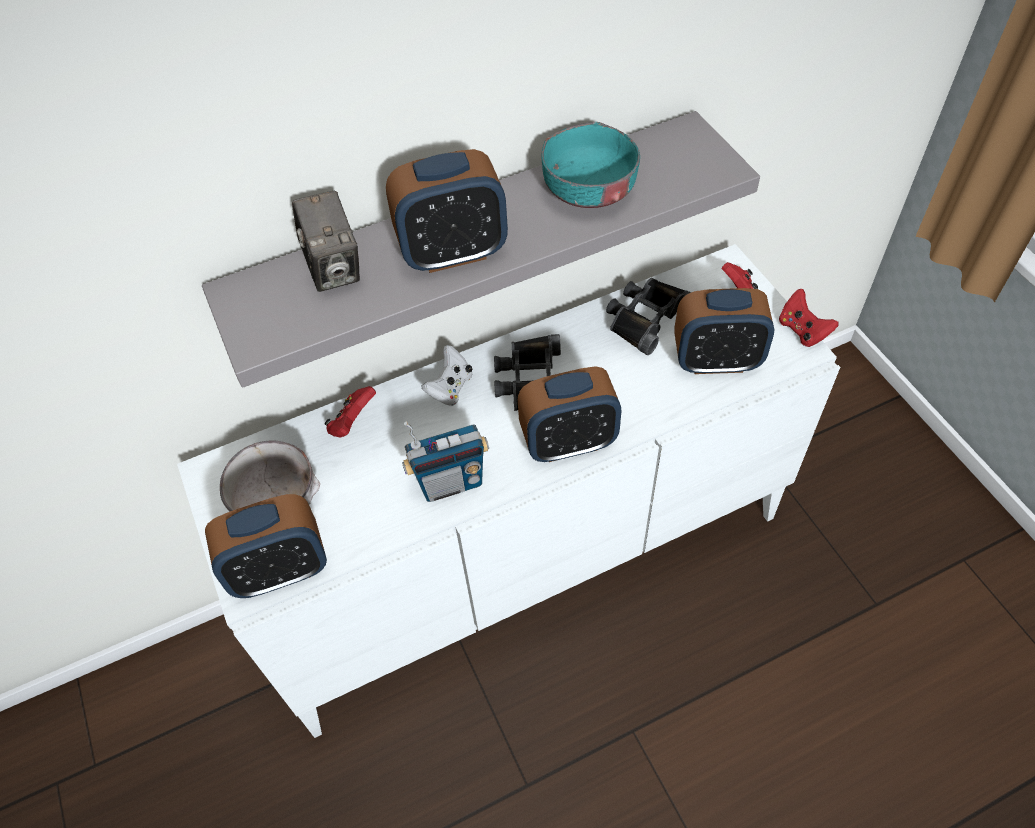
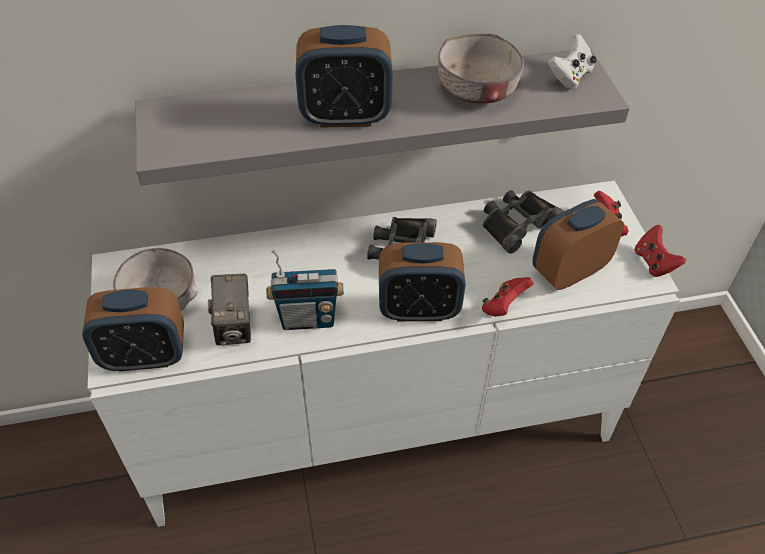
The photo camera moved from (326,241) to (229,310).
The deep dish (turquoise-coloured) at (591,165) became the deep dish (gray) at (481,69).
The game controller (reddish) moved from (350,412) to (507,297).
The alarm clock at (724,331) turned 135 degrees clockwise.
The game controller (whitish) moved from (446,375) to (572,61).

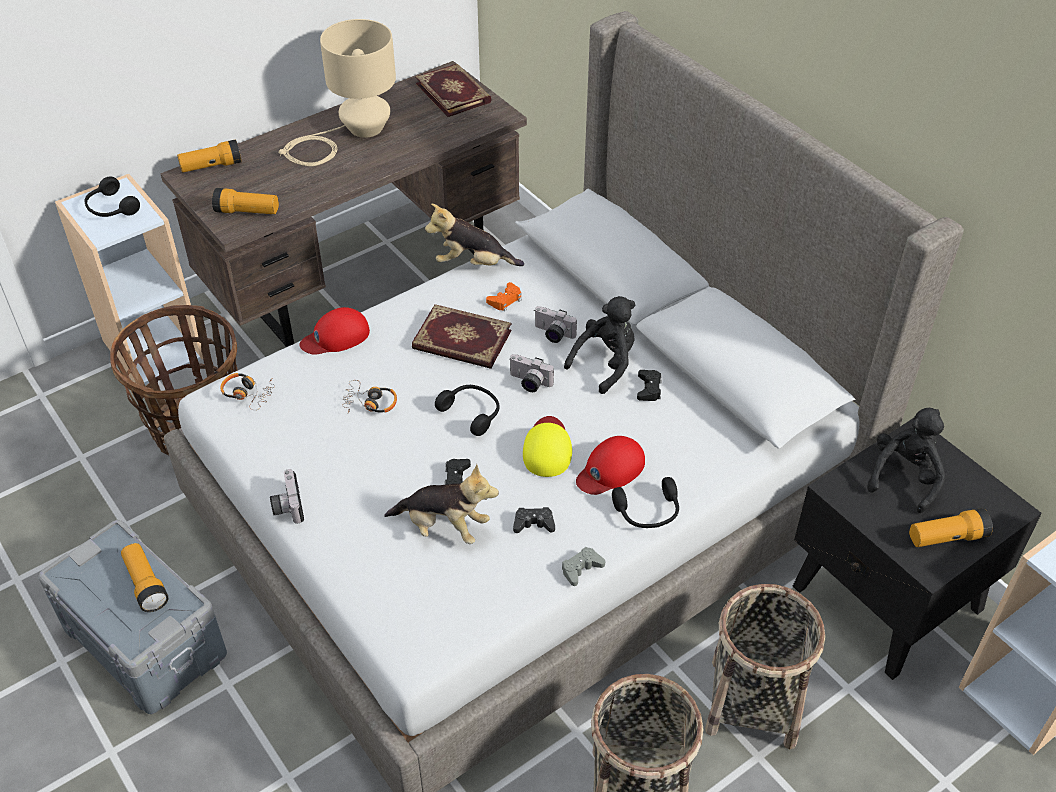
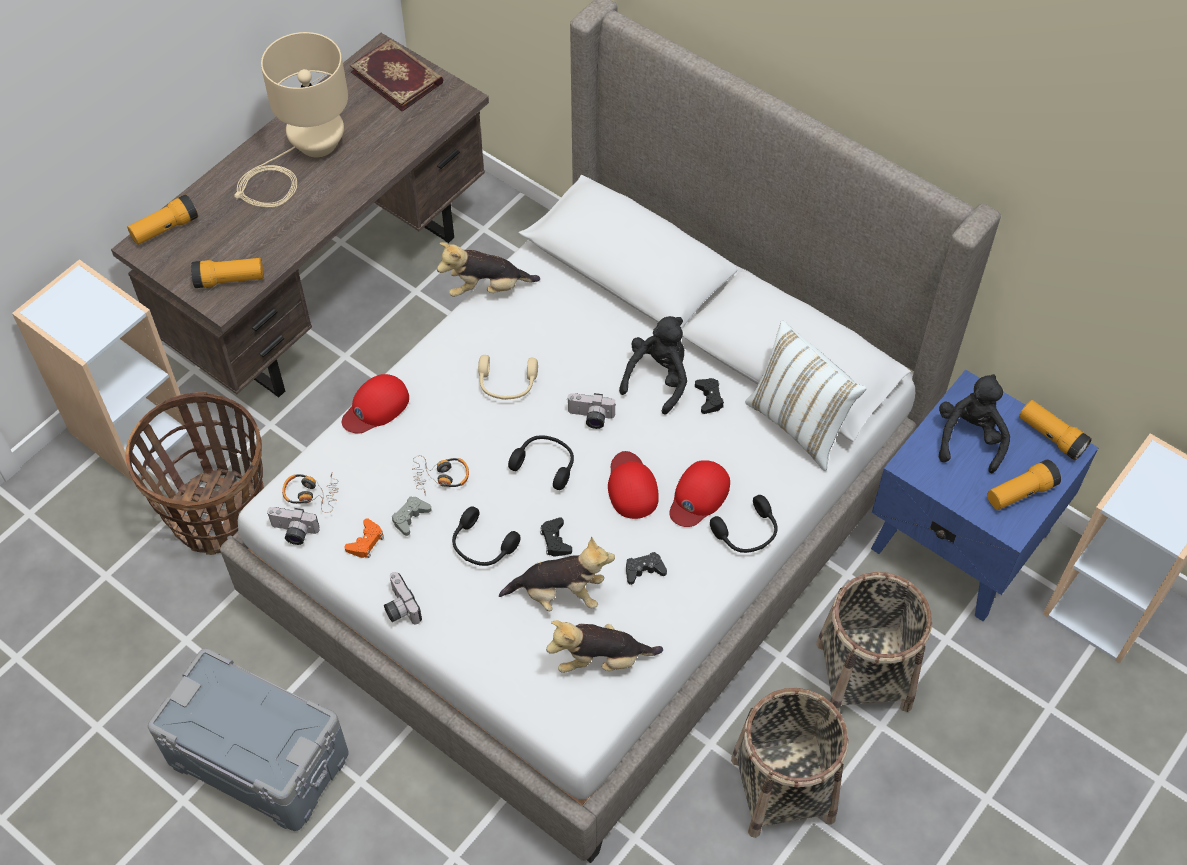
The photo camera moved from (556,324) to (293,526).
The game controller (orange-coloured) moved from (503,297) to (364,538).
The game controller (gray) moved from (583,566) to (412,516).
The headphones (black) moved from (112,196) to (486,536).
The bound book at (462,336) was replaced by the headphones (sand-coloured) at (508,377).
The plush toy at (604,646) appeared.
The peaked cap (yellow-coloured) at (547,446) became the peaked cap (reddish) at (633,485).
The throw pillow (whitish) at (806,395) appeared.
The night table (black) at (917,549) became the night table (bluish) at (984,495).
The hand torch moved from (145,577) to (1055,430).

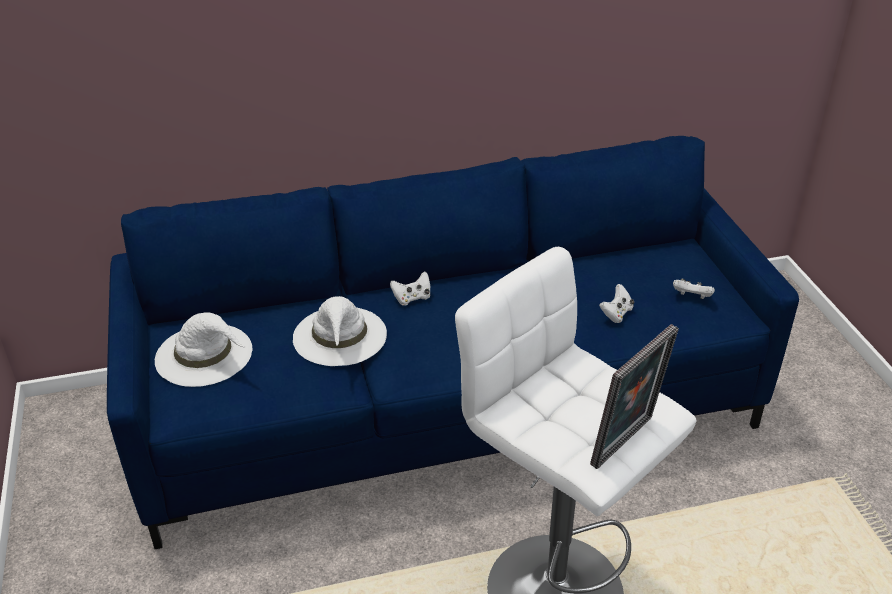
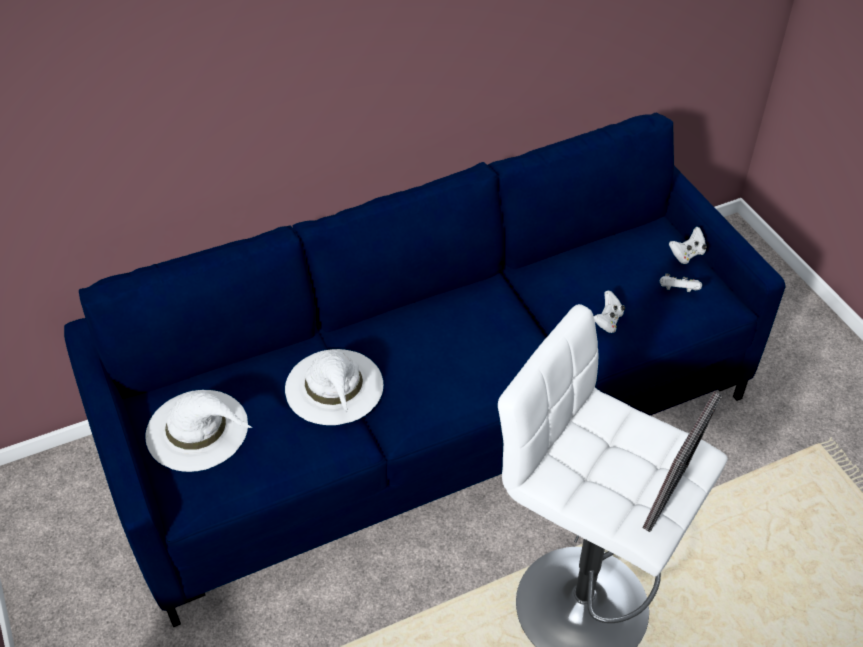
The game controller (whitish) moved from (410,288) to (688,245).

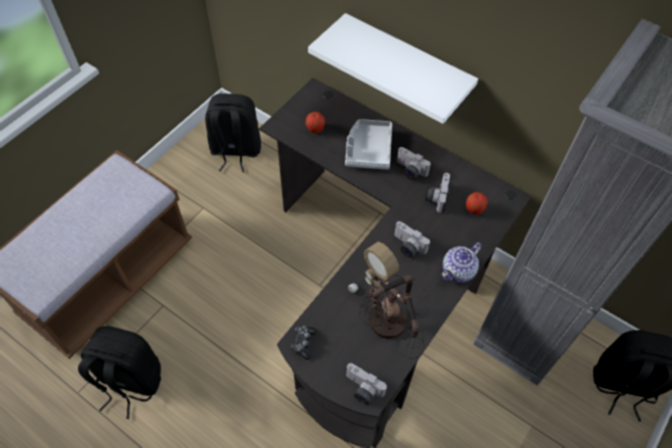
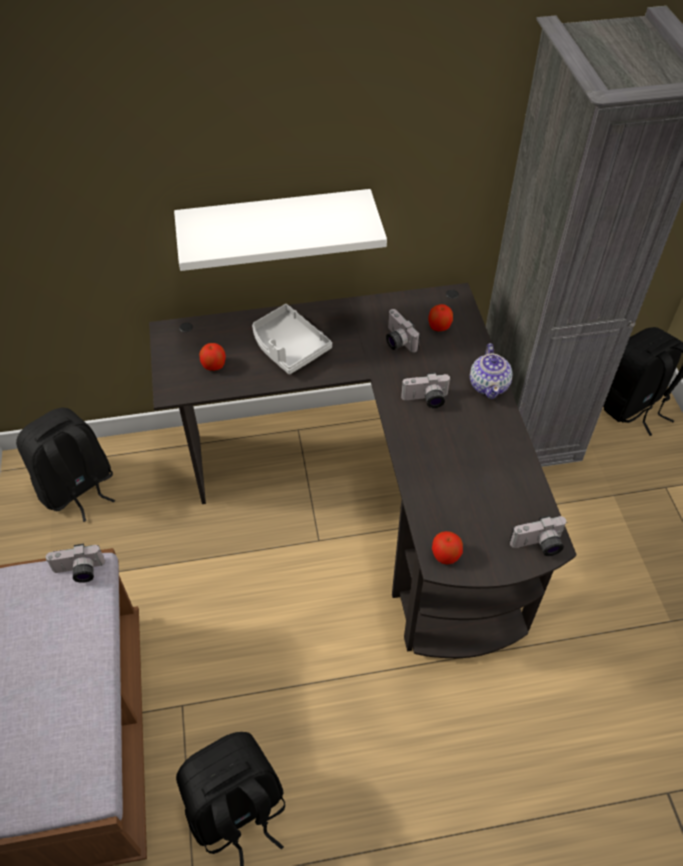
The photo camera moved from (414,163) to (75,563).
The game controller at (304,342) was replaced by the whole apple at (447,547).
The lamp for a table at (387,300) disappeared.

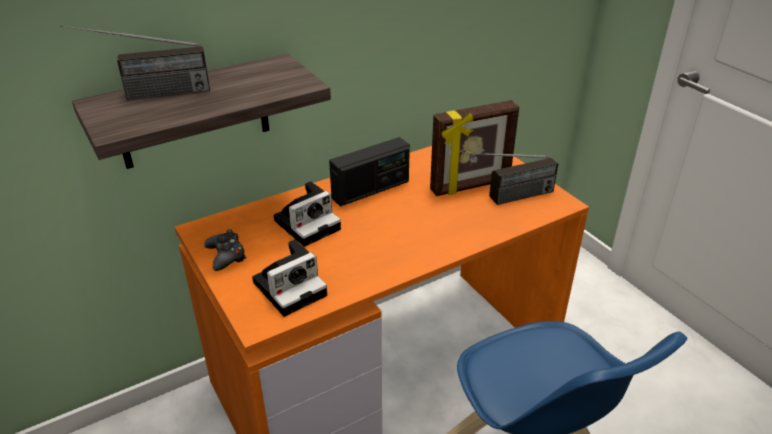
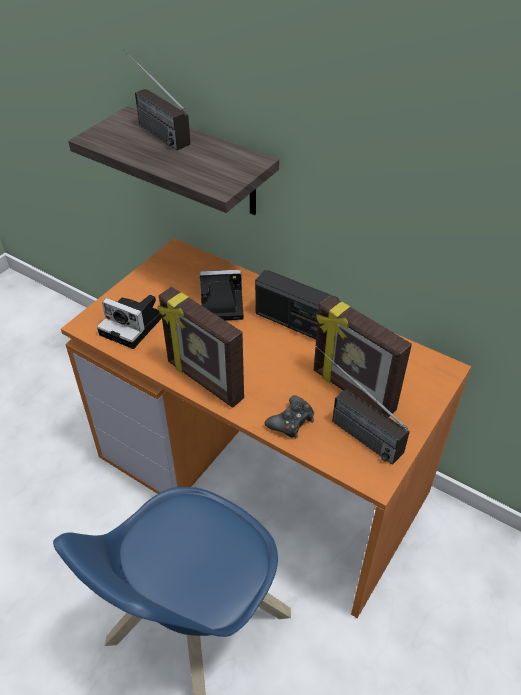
The standing frame at (201,347) appeared.
The photo camera at (307,214) turned 150 degrees clockwise.
The game controller (black) moved from (225,250) to (289,416).

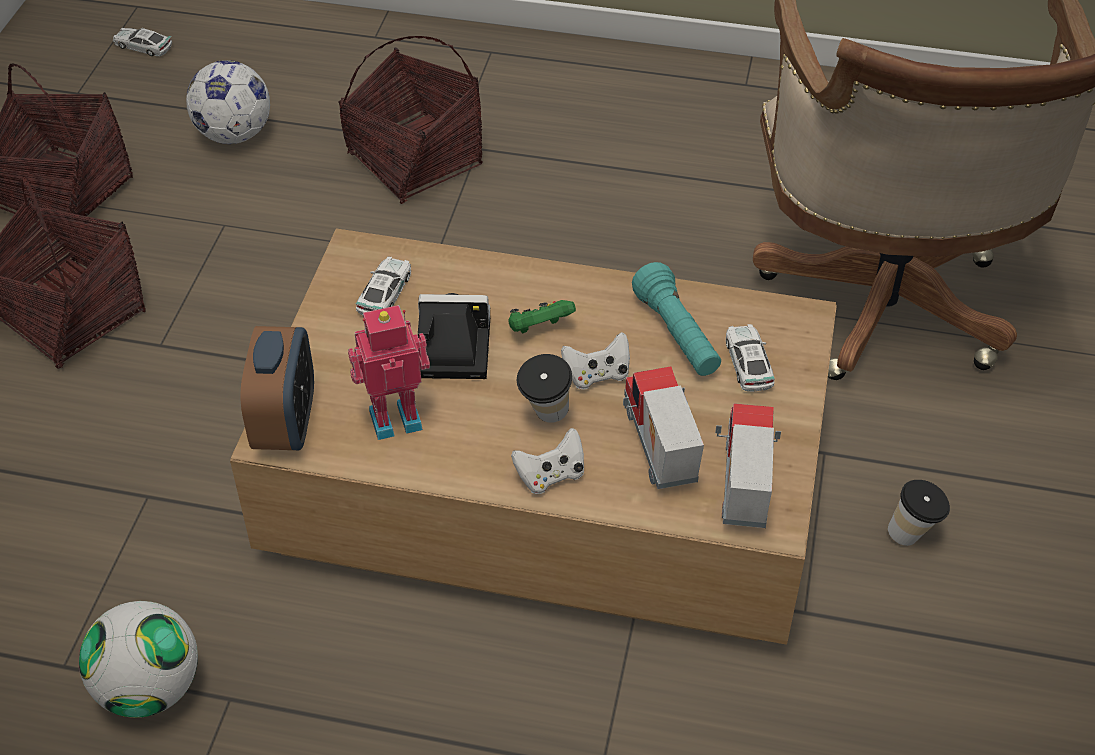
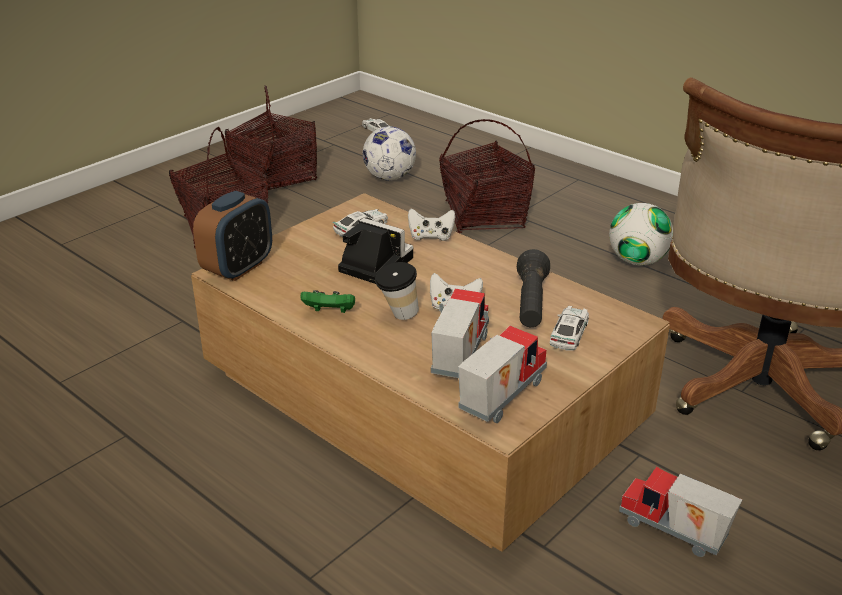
The game controller (greenish) moved from (542,317) to (328,301).
The game controller (whitish) moved from (547,461) to (431,225).
The hand torch (turquoise-coloured) at (676,319) became the hand torch (black) at (533,288).
The football ball moved from (138,659) to (641,234).
The cup at (919,513) was replaced by the model truck at (681,512).
The toy robot at (389,372) disappeared.

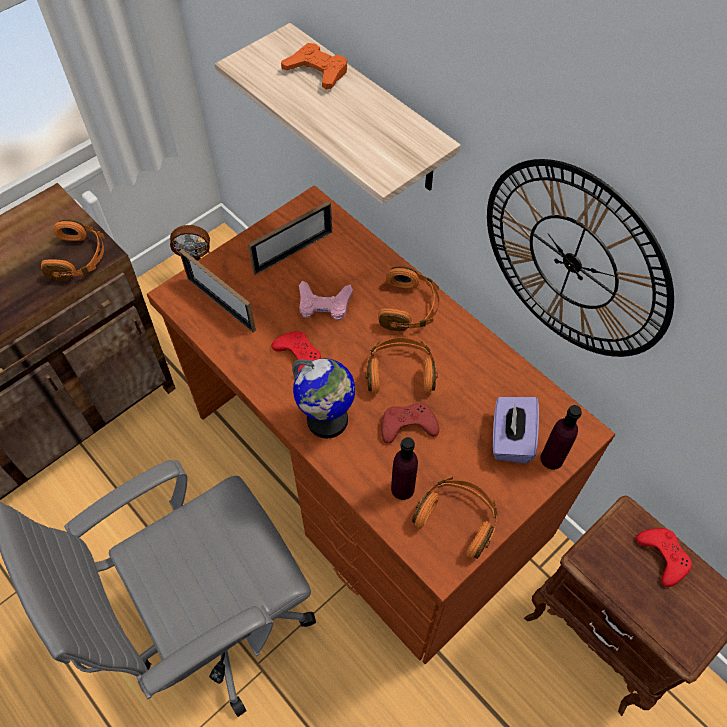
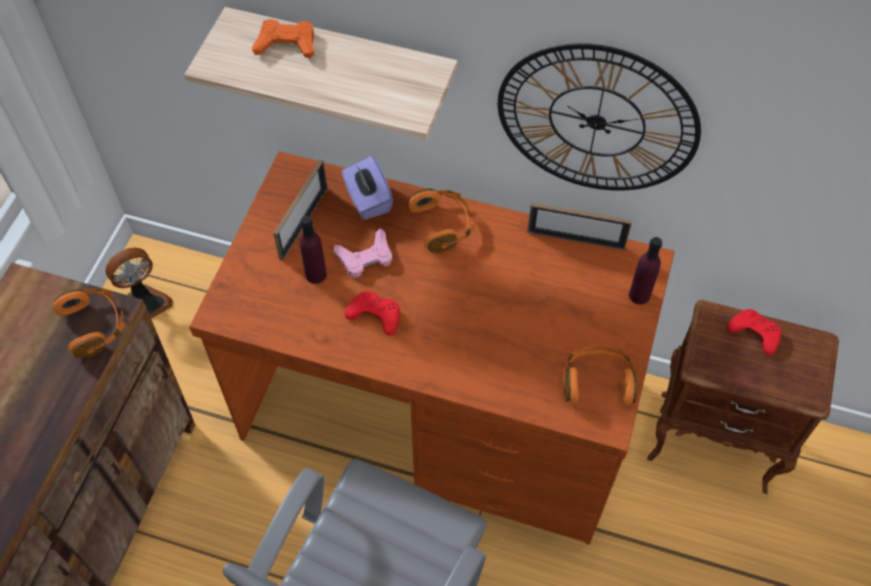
The beverage bottle (purplish) moved from (404,468) to (313,250).
The box of tissues (purplish) moved from (516,430) to (367,188).
The standing frame moved from (217,291) to (579,226).
The globe at (323,398) disappeared.
The headphones (orange-coloured) at (401,365) disappeared.
The game controller (reddish) at (410,423) disappeared.

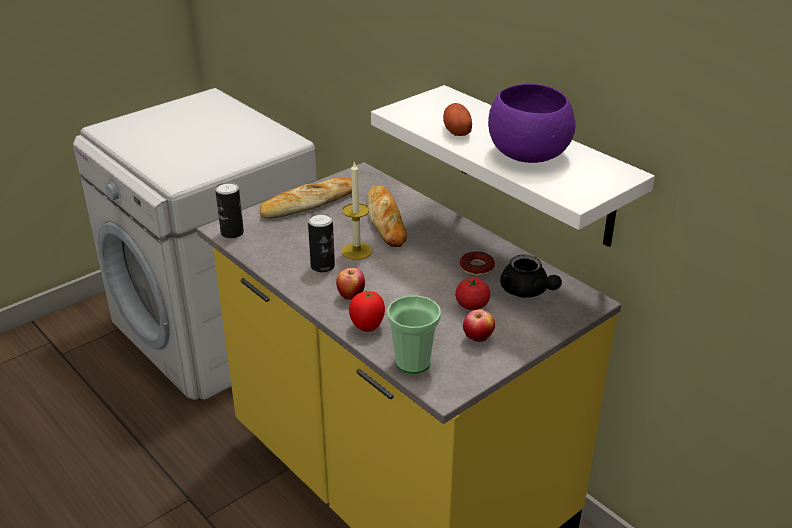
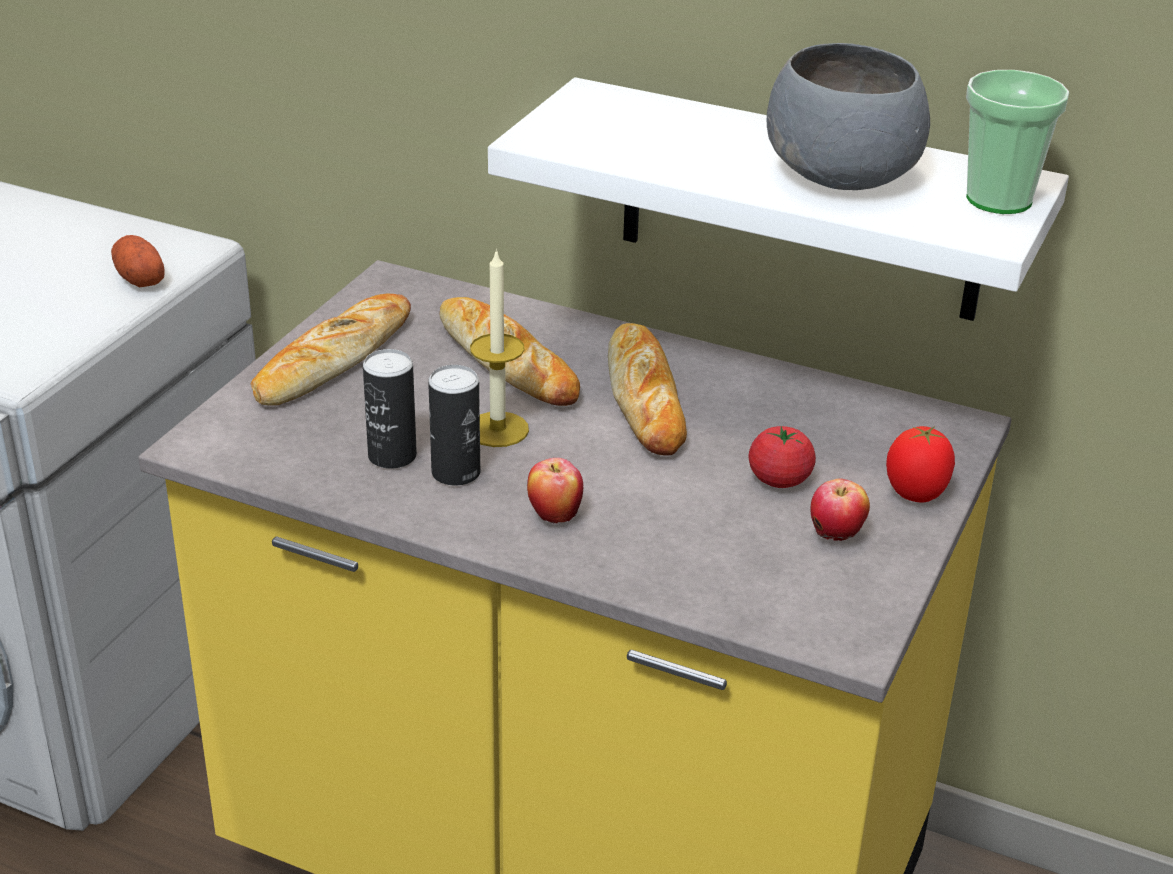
The spud moved from (457,119) to (138,261).
The sealed can moved from (229,210) to (390,409).
The bakery bread at (647,389) appeared.
The deep dish (purplish) at (531,123) became the deep dish (gray) at (848,116).
The fresh tomato moved from (367,311) to (920,464).
The cup moved from (414,335) to (1017,142).
The doughnut at (477,263) disappeared.
The pot for tea (black) at (531,276) disappeared.

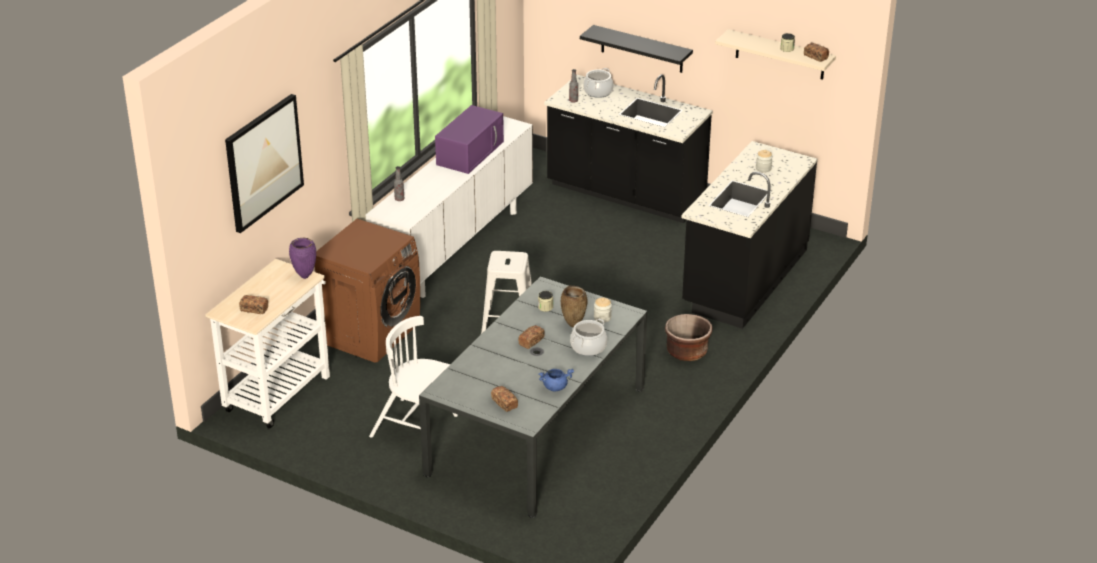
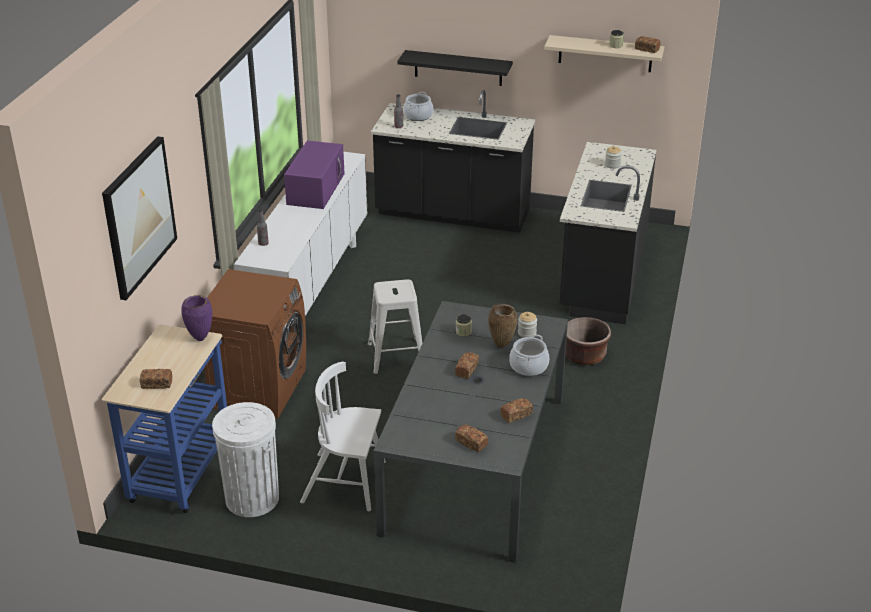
The cart (whitish) at (267,343) became the cart (bluish) at (164,418).
The rubbish bin (whitish) at (245,459) appeared.
The saucepot (bluish) at (556,380) was replaced by the bakery bread at (516,410).

